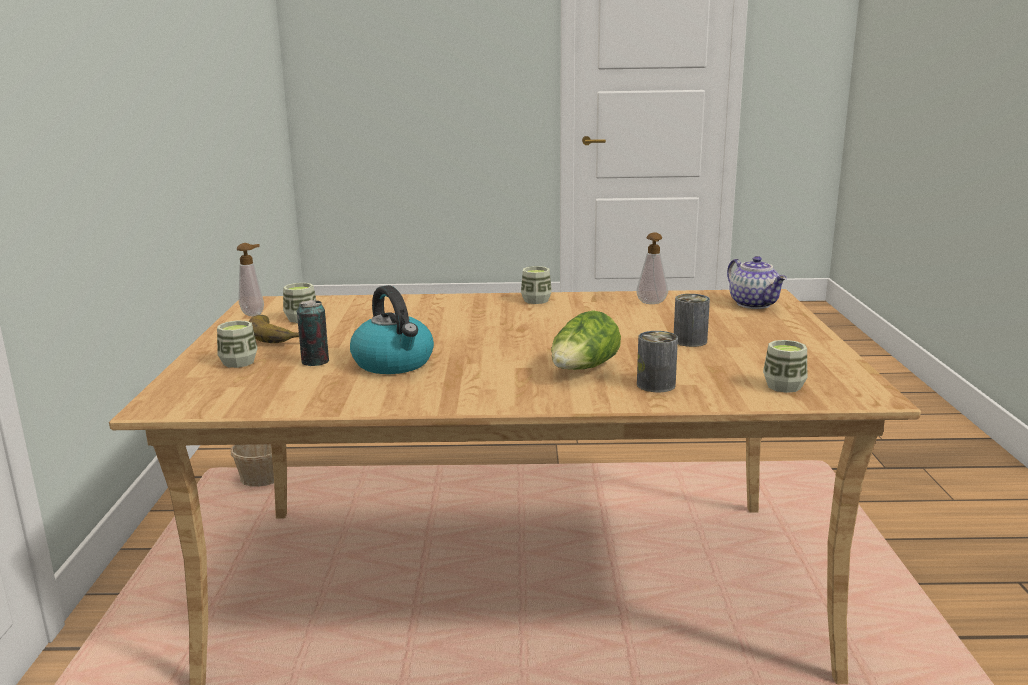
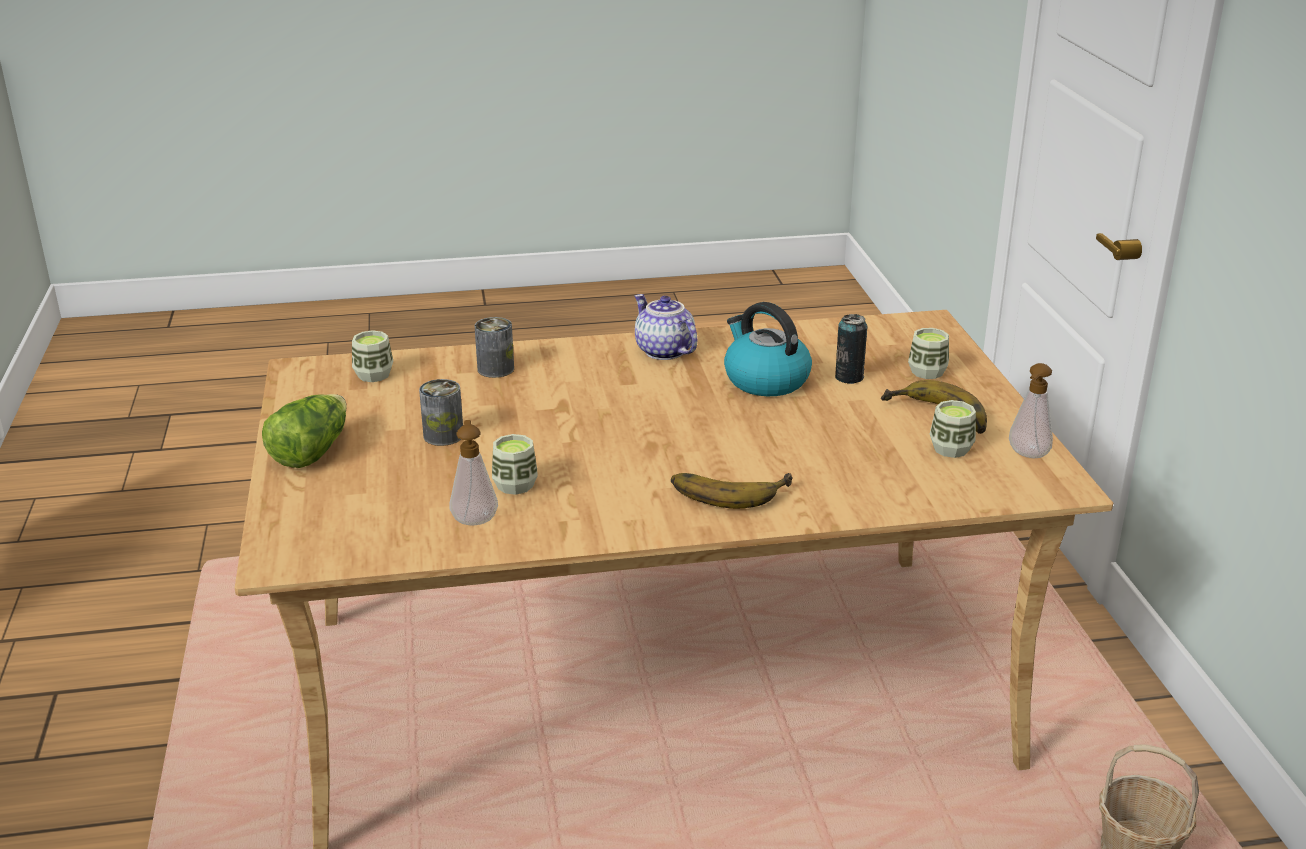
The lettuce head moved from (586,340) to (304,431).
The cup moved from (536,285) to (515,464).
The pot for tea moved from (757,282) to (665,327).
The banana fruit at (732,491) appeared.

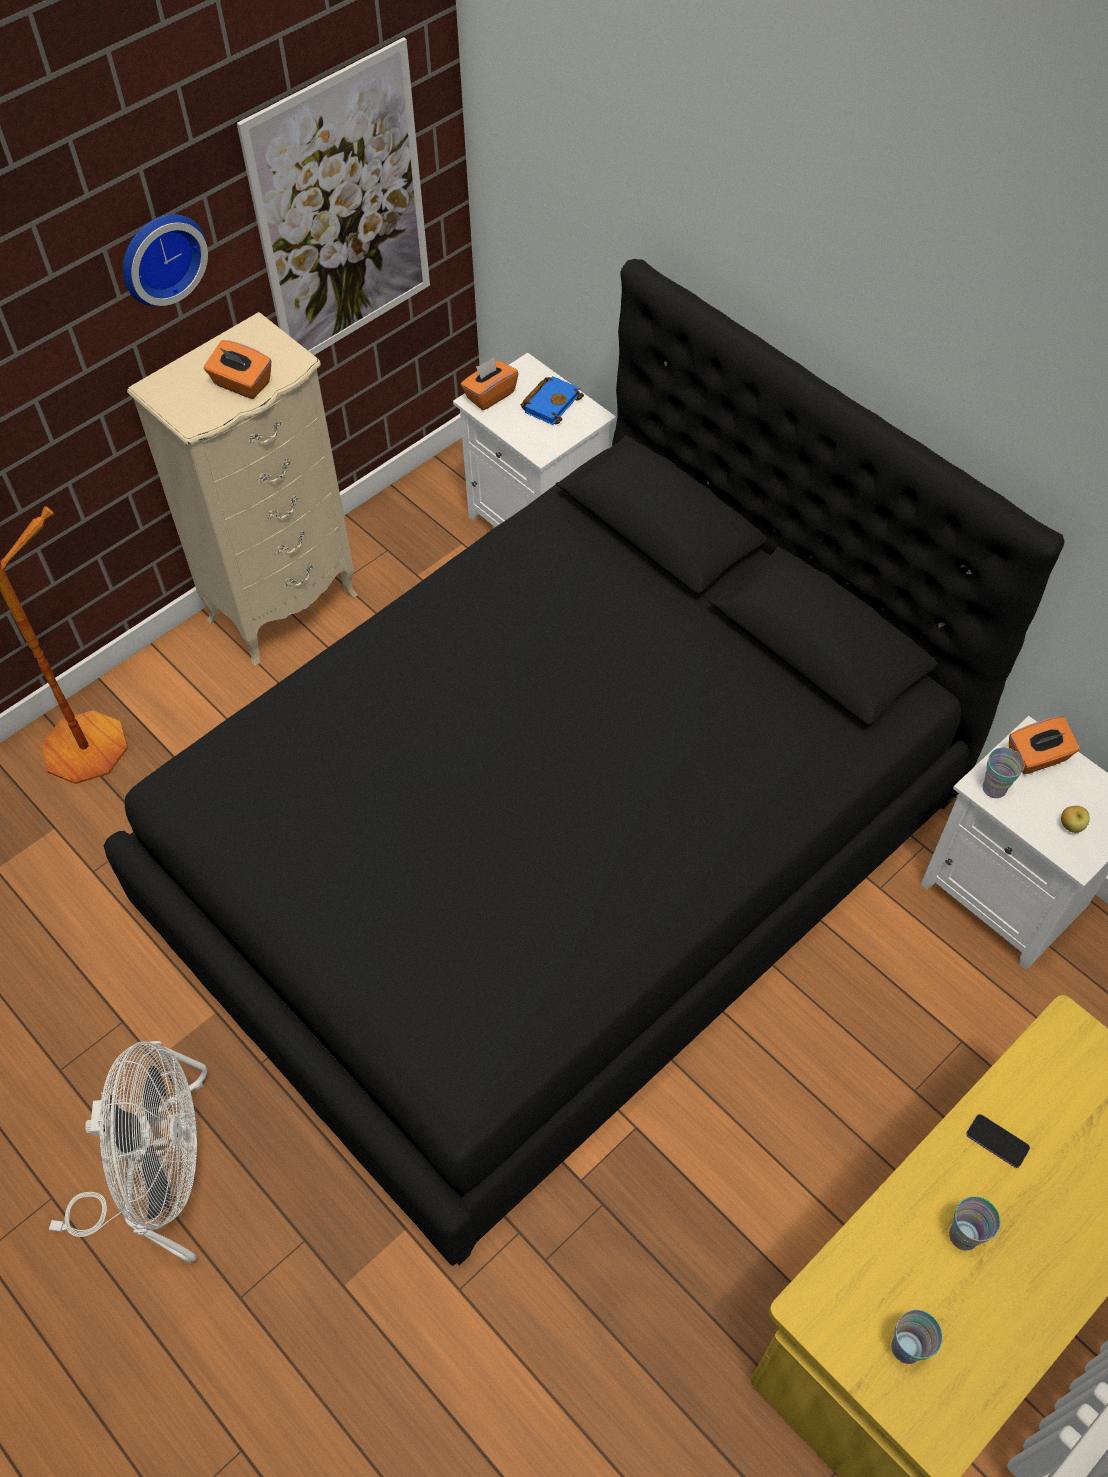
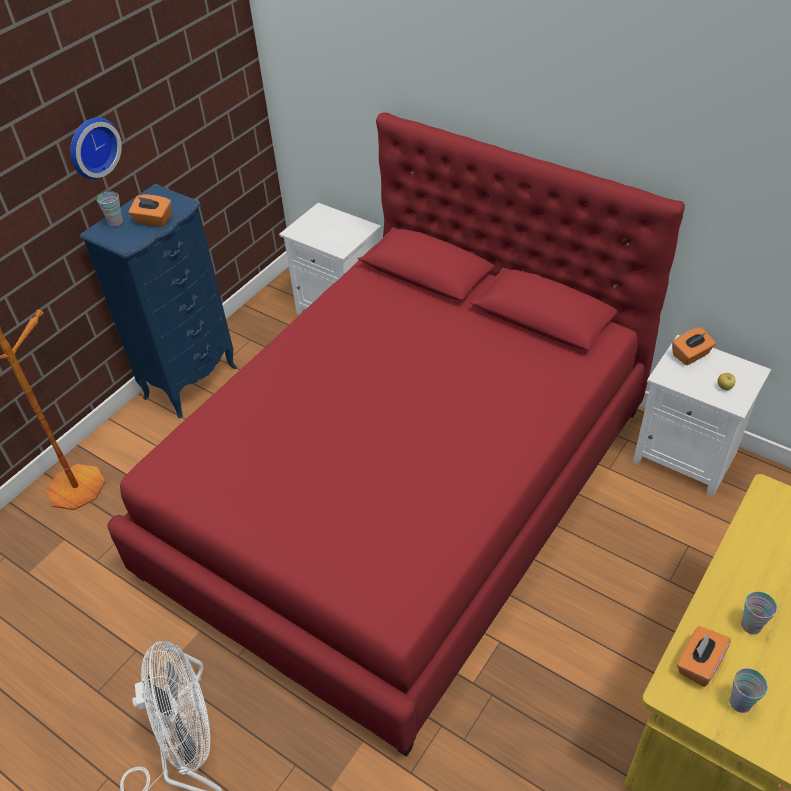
The dresser (sand-coloured) at (242,488) became the dresser (bluish) at (158,301).
The cup moved from (1004,773) to (110,209).
The bed (black) at (584,762) became the bed (reddish) at (396,435).
The box of tissues (orange-coloured) moved from (490,384) to (704,656).
The picture at (333,196) disappeared.
The bound book (bluish) at (552,400) disappeared.
The telephone at (998,1141) disappeared.

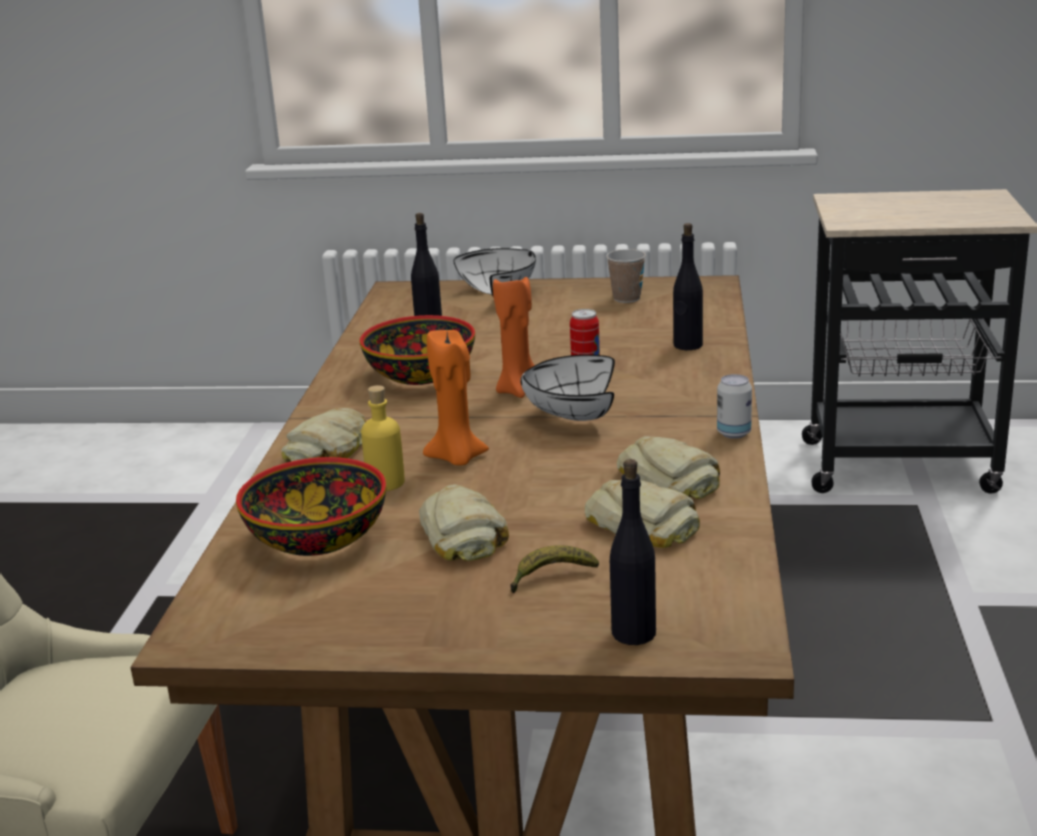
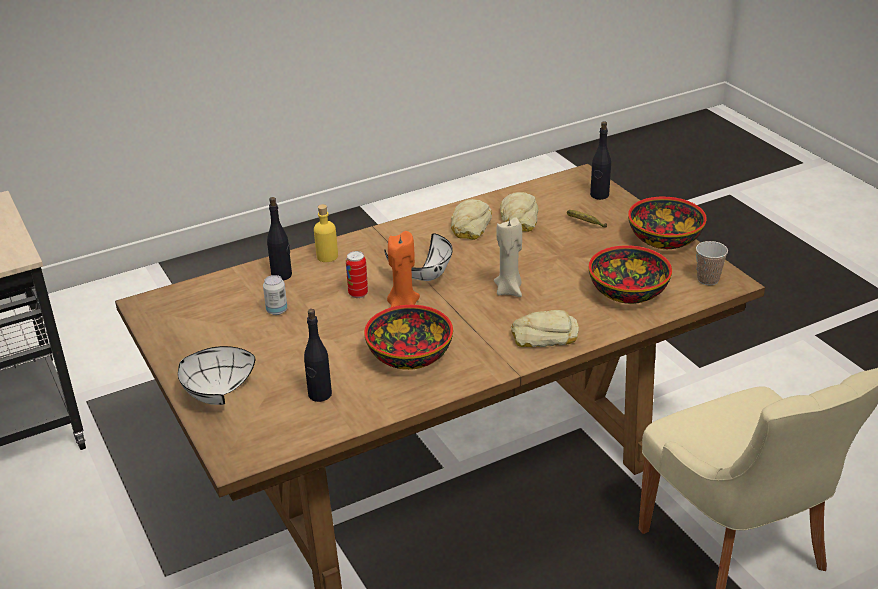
The sealed can moved from (734,406) to (275,295).
The beverage bottle (yellow-coloured) moved from (383,438) to (326,233).
The wax light (orange-coloured) at (456,398) became the wax light (sand-coloured) at (508,257).
The deep dish at (667,223) appeared.
The cup moved from (626,276) to (712,263).
The bakery bread at (464,522) disappeared.

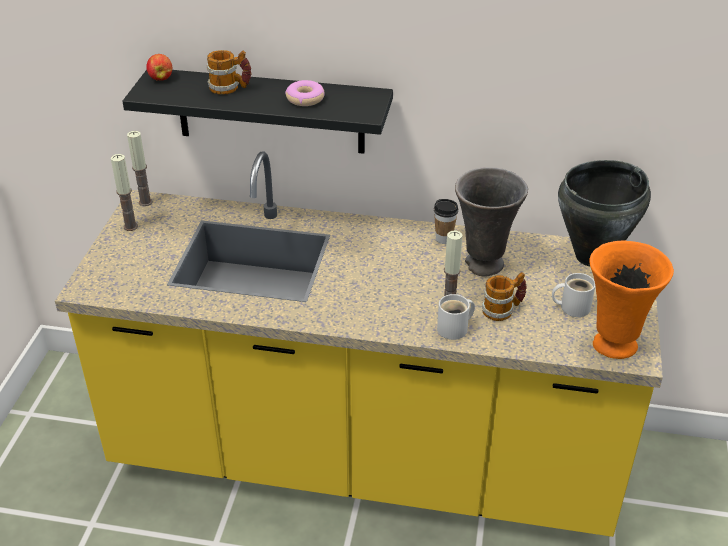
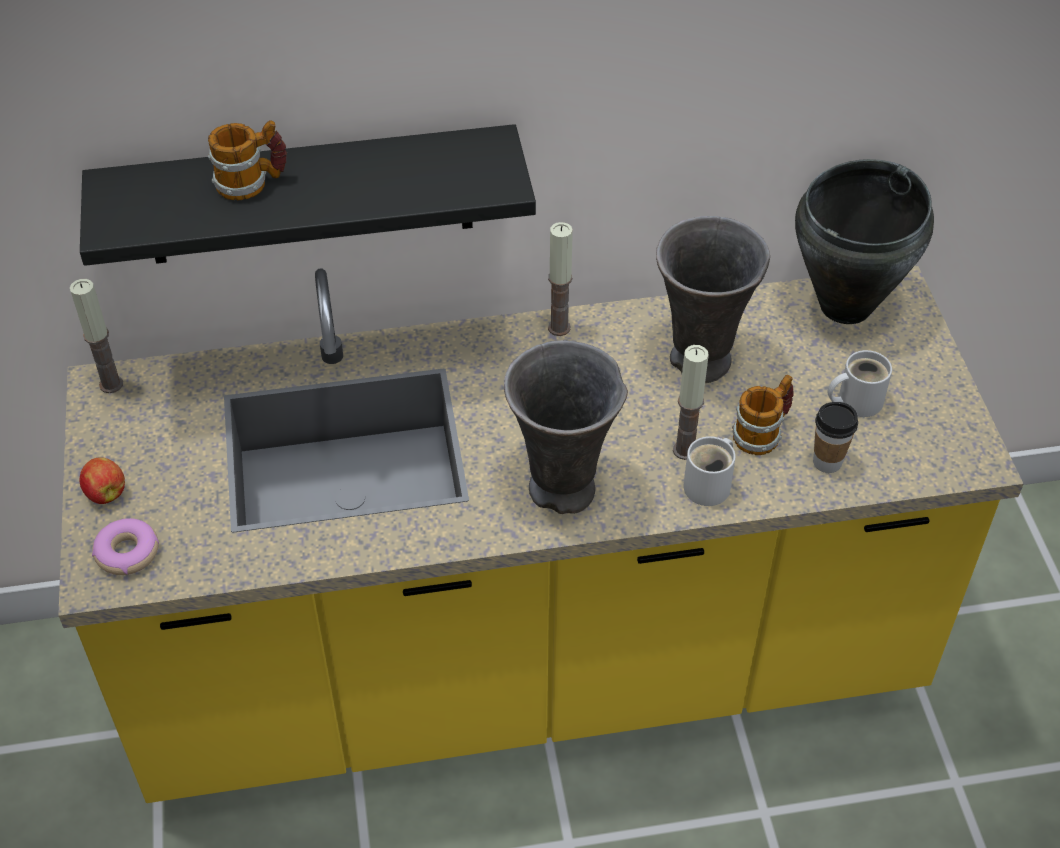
The whole apple moved from (159,67) to (102,480).
The doughnut moved from (305,93) to (125,546).
The vase (gray) at (566,427) appeared.
The wax light moved from (124,192) to (560,279).
The cup moved from (446,221) to (835,437).
The vase (orange-coloured) at (631,300) disappeared.

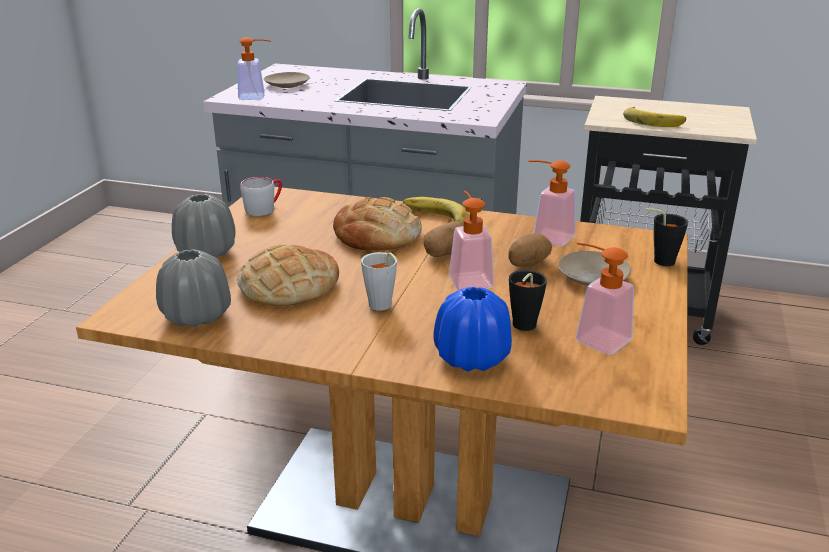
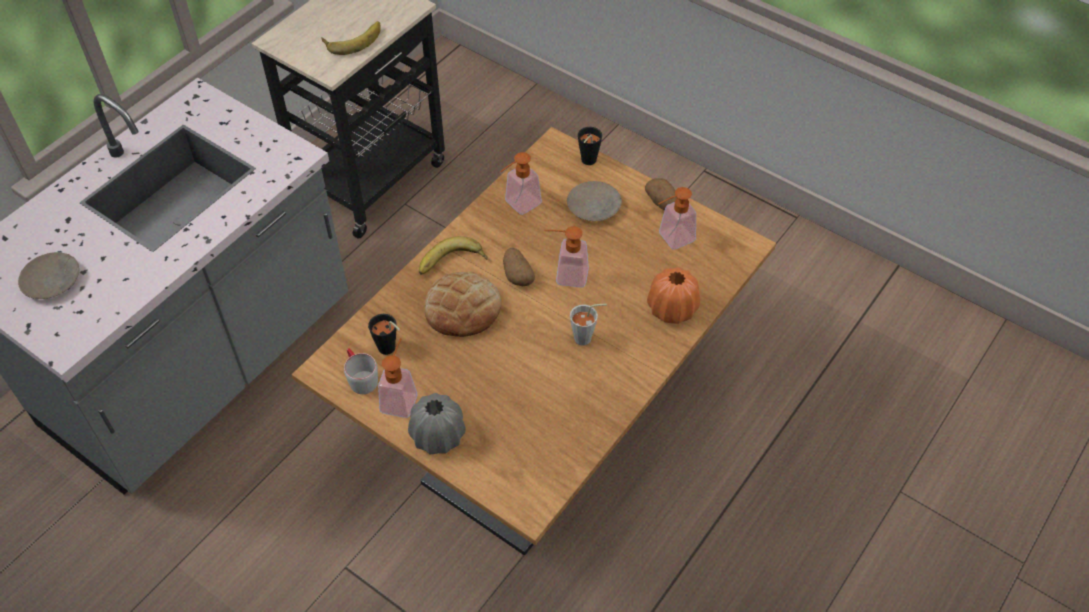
The cup (black) moved from (528,300) to (384,334).
The soap bottle moved from (254,68) to (397,378).
The spud moved from (530,249) to (661,194).
The vase (bluish) at (473,329) became the vase (orange-coloured) at (673,295).
The vase (gray) at (193,288) disappeared.
The bakery bread at (288,275) disappeared.

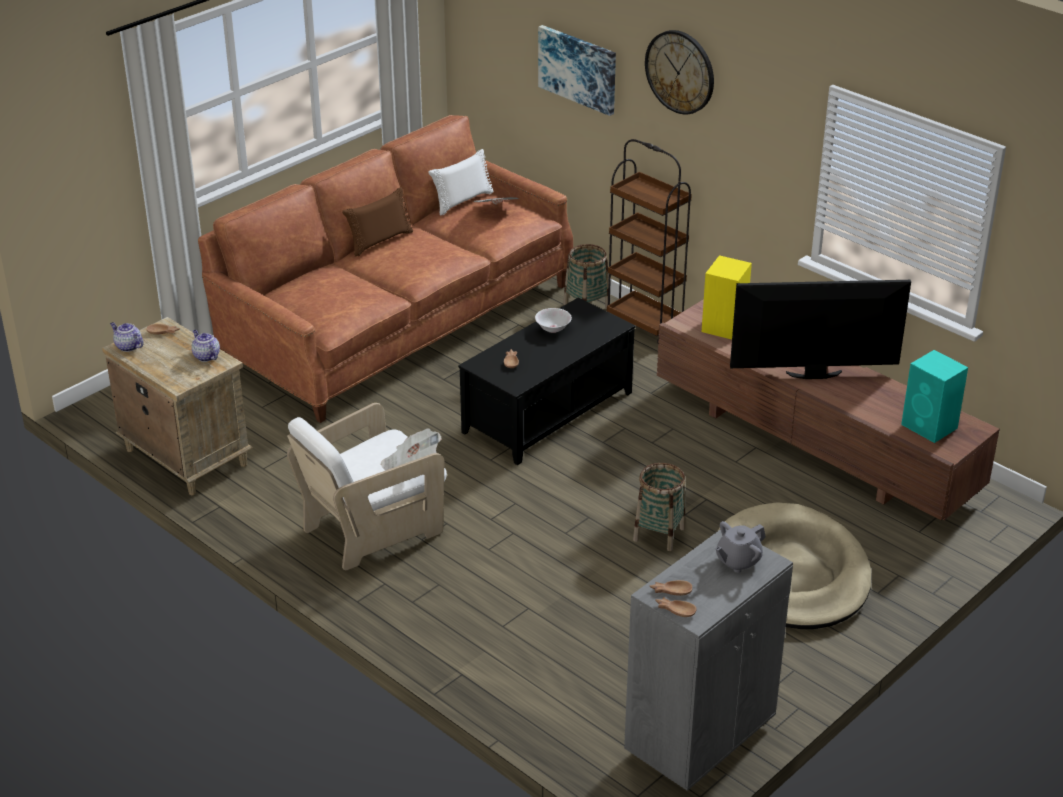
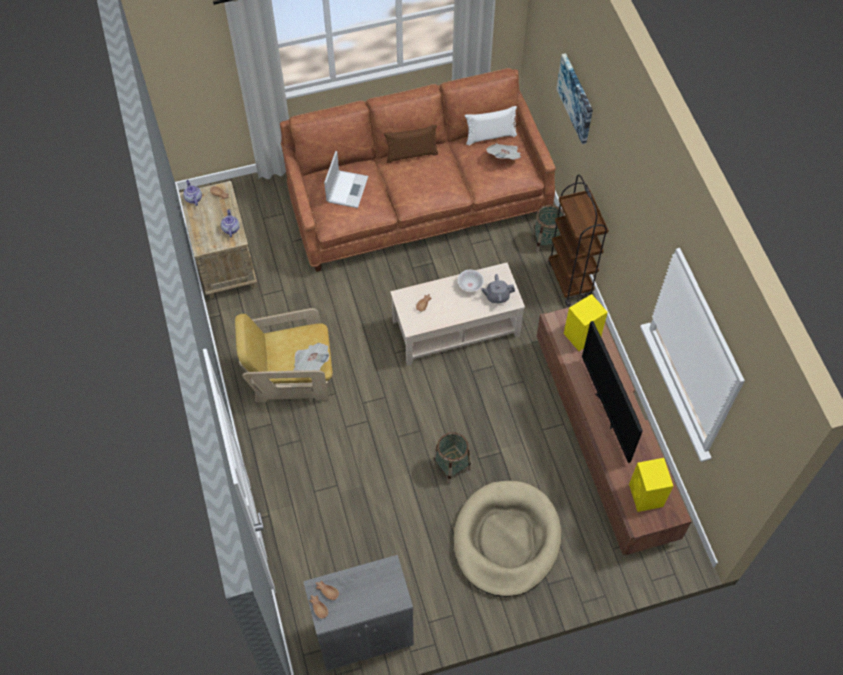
The lounge chair (whitish) at (367,486) became the lounge chair (yellow-coloured) at (284,355).
The notebook computer at (346,179) appeared.
The low table (black) at (547,381) became the low table (sand-coloured) at (457,314).
The pot for tea (gray) moved from (741,547) to (498,288).
The TV at (820,329) turned 135 degrees counterclockwise.
The loudspeaker (turquoise-coloured) at (934,396) became the loudspeaker (yellow-coloured) at (651,485).
The clock on the wall at (679,72) disappeared.

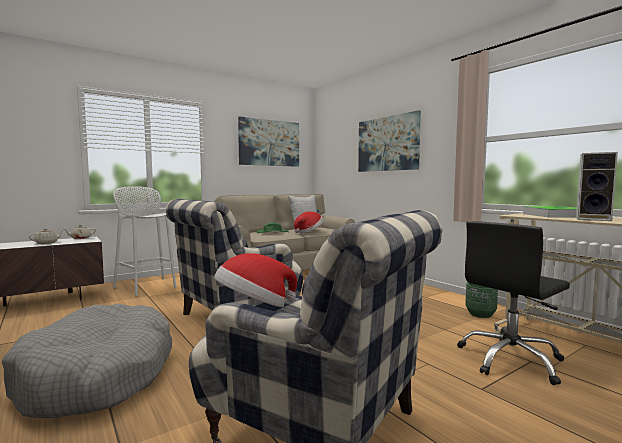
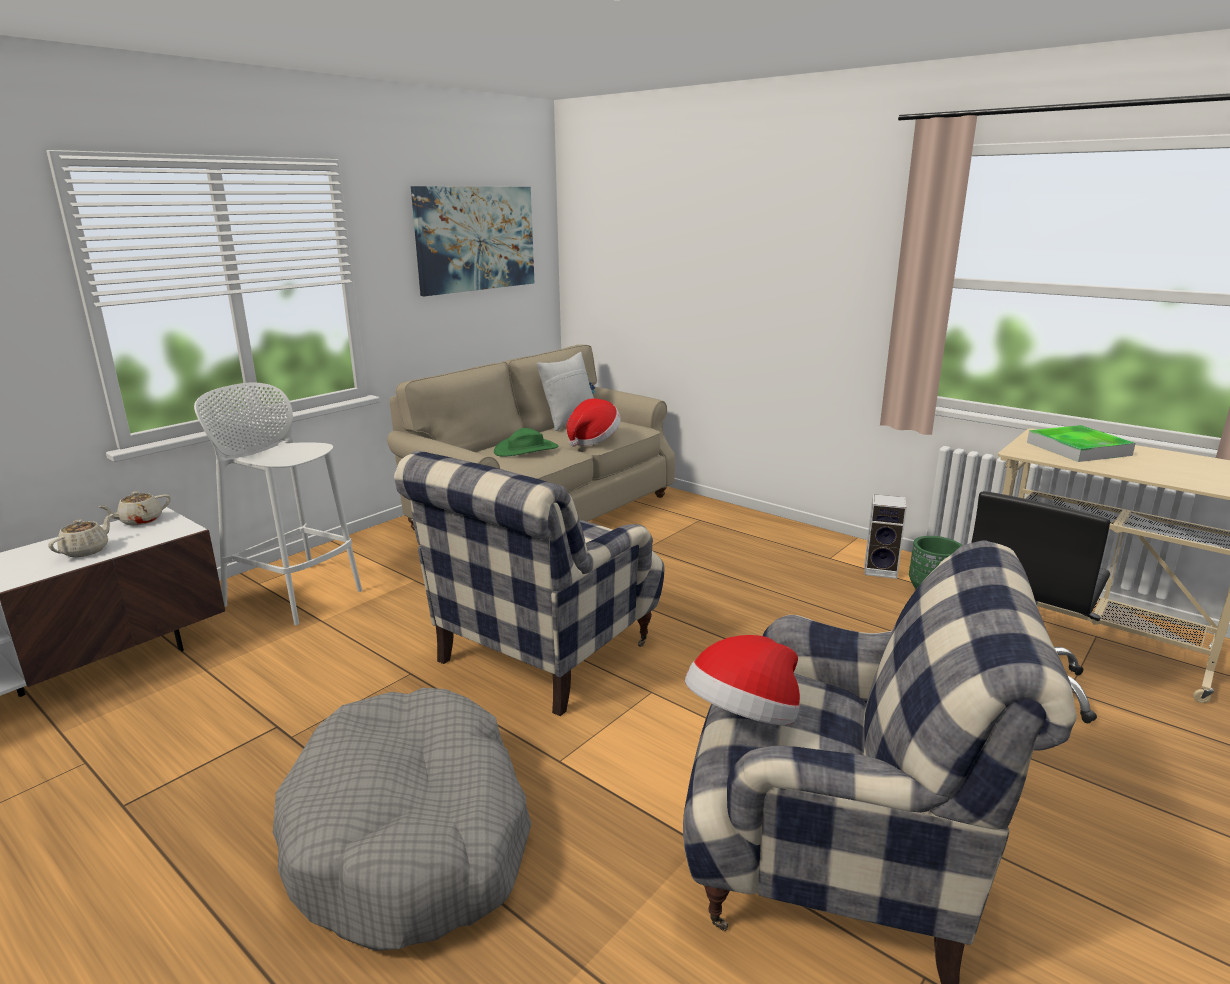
The loudspeaker moved from (597,186) to (885,536).
The picture at (389,141) disappeared.

